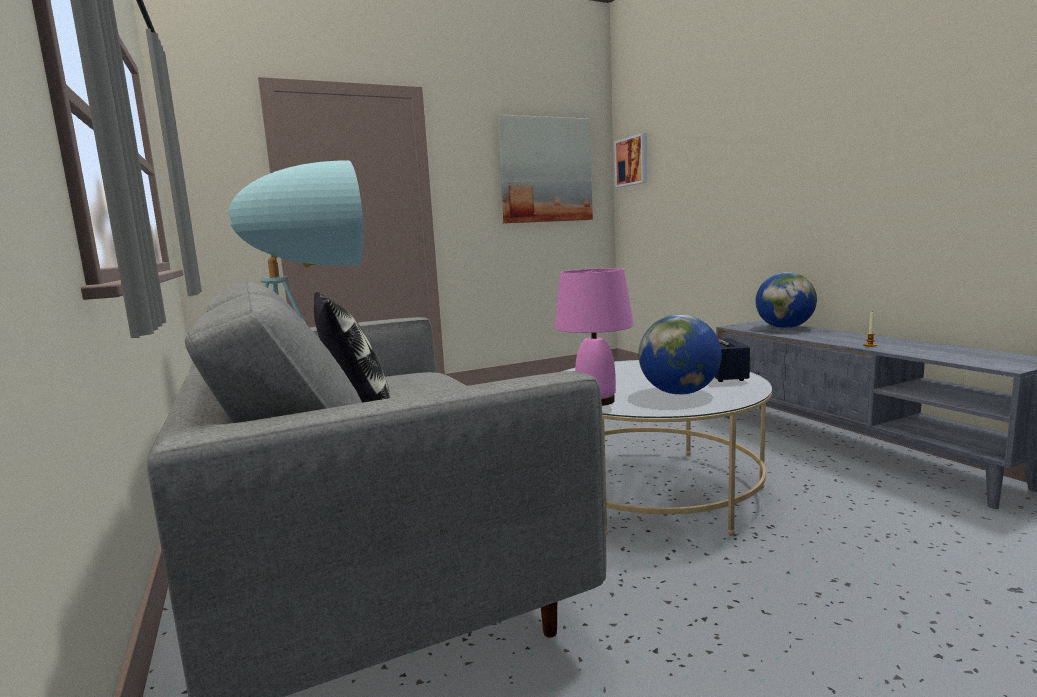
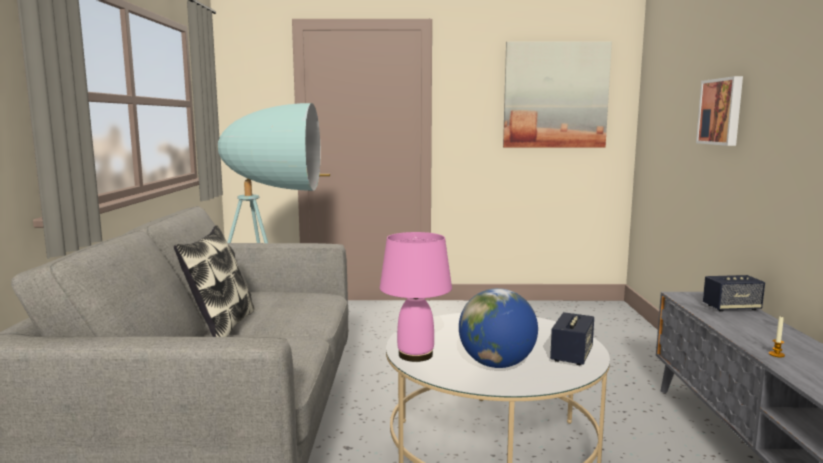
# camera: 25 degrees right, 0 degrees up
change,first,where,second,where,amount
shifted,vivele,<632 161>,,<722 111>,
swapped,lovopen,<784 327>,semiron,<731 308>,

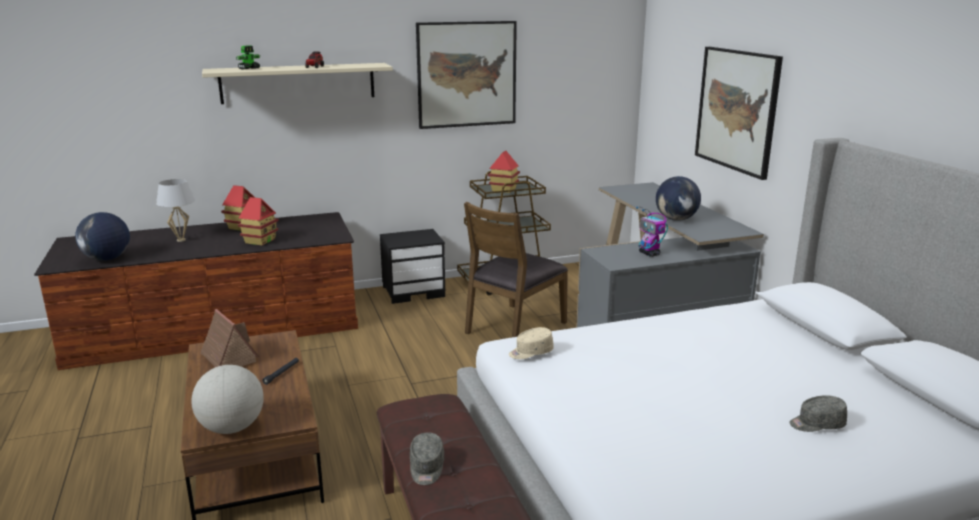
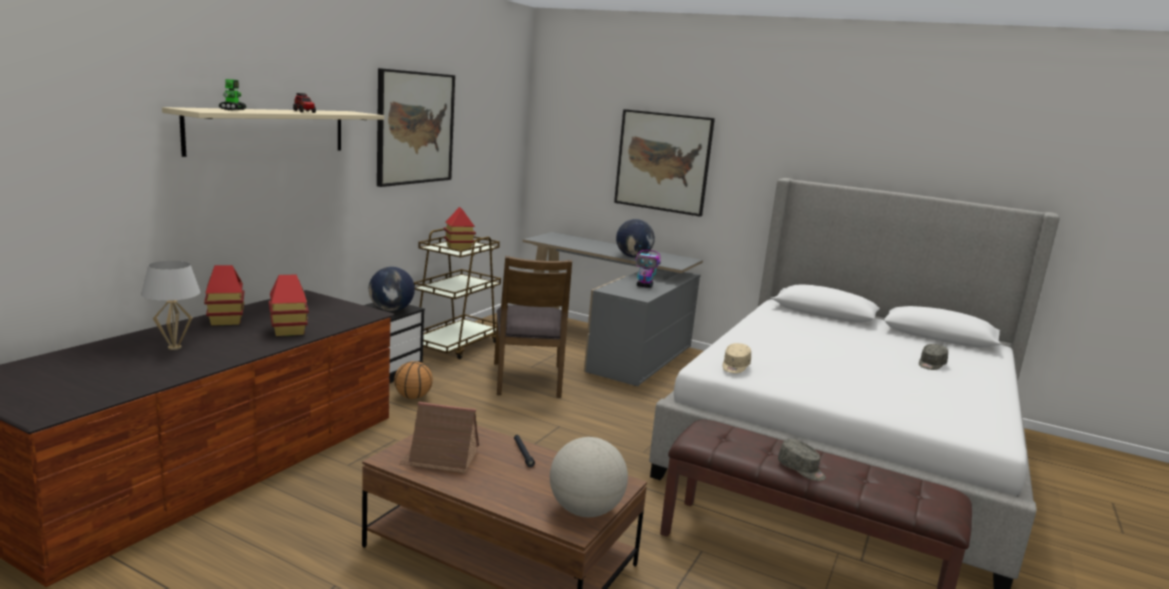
# camera: 45 degrees left, 5 degrees down
change,first,where,second,where,amount
shifted,lovopen,<107 259>,,<391 310>,
new,,,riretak,<412 397>,

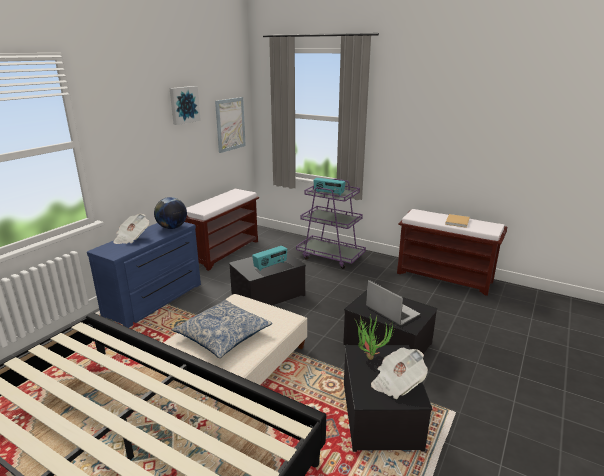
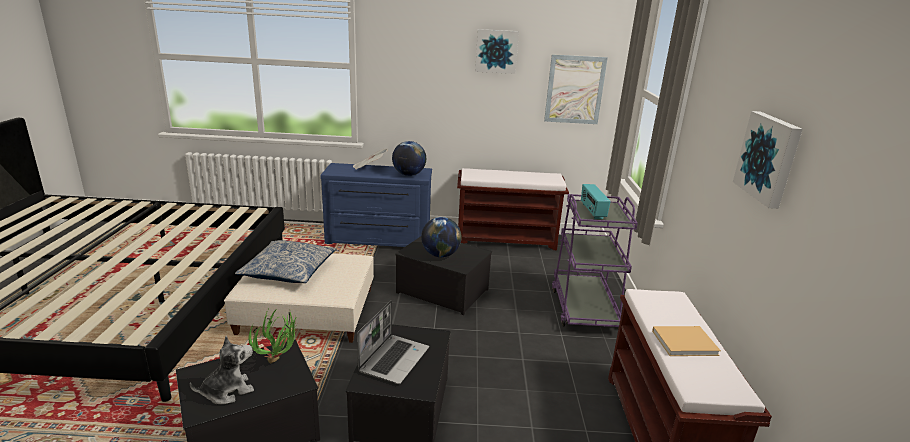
# camera: 60 degrees right, 0 degrees up
change,first,where,second,where,amount
swapped,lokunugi,<270 265>,lovopen,<440 255>,
swapped,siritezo,<397 383>,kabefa,<227 391>,
new,,,vivele,<769 158>,

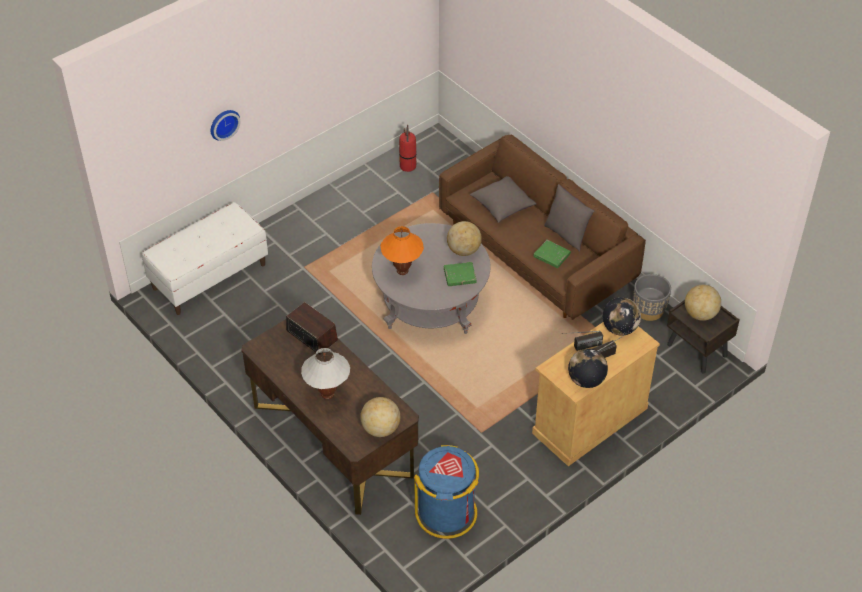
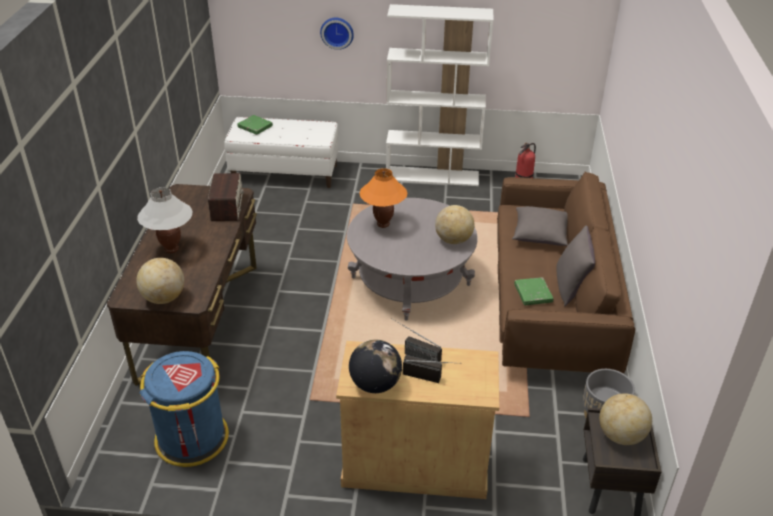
# camera: 45 degrees right, 10 degrees down
change,first,where,second,where,amount
shifted,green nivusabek,<459 276>,,<255 127>,
gone,lovopen,<620 329>,,,
new,,,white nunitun,<433 176>,

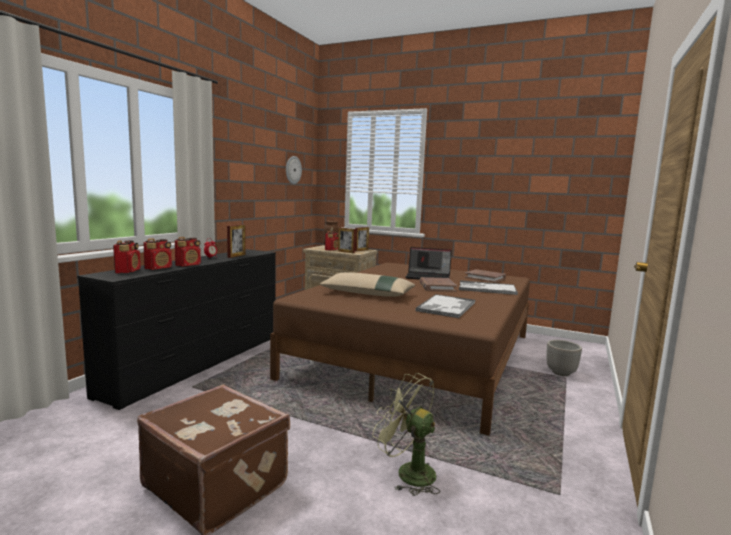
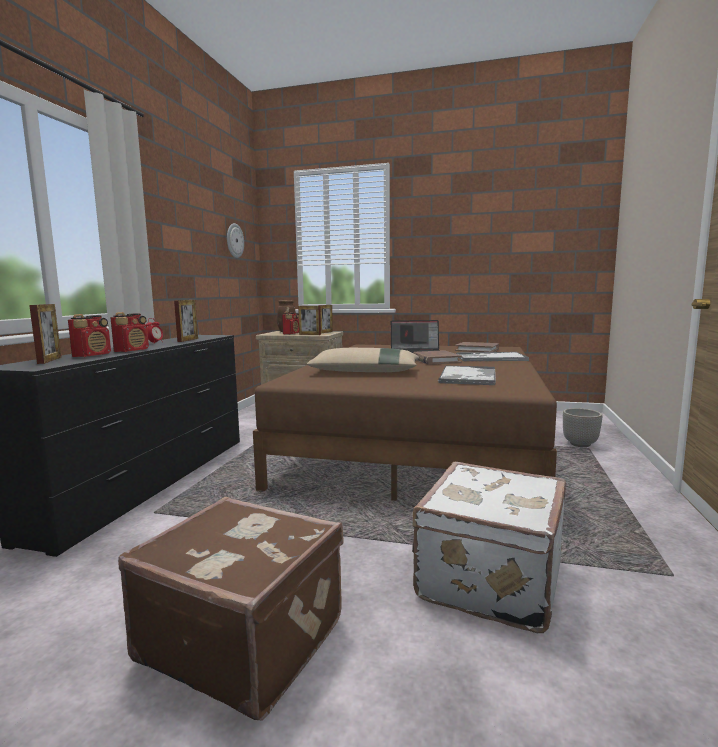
# camera: 10 degrees left, 0 degrees up
change,first,where,second,where,amount
swapped,lokunugi,<128 271>,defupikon,<49 360>,
swapped,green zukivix,<408 472>,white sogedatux,<487 578>,

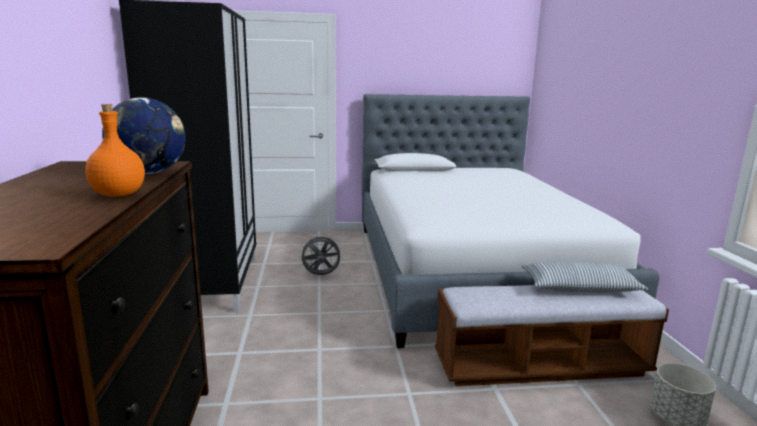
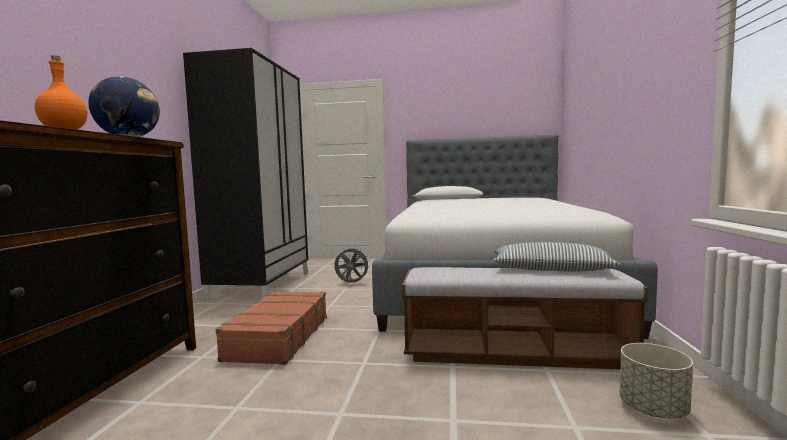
# camera: 15 degrees right, 10 degrees down
change,first,where,second,where,amount
new,,,brown sogedatux,<278 338>,

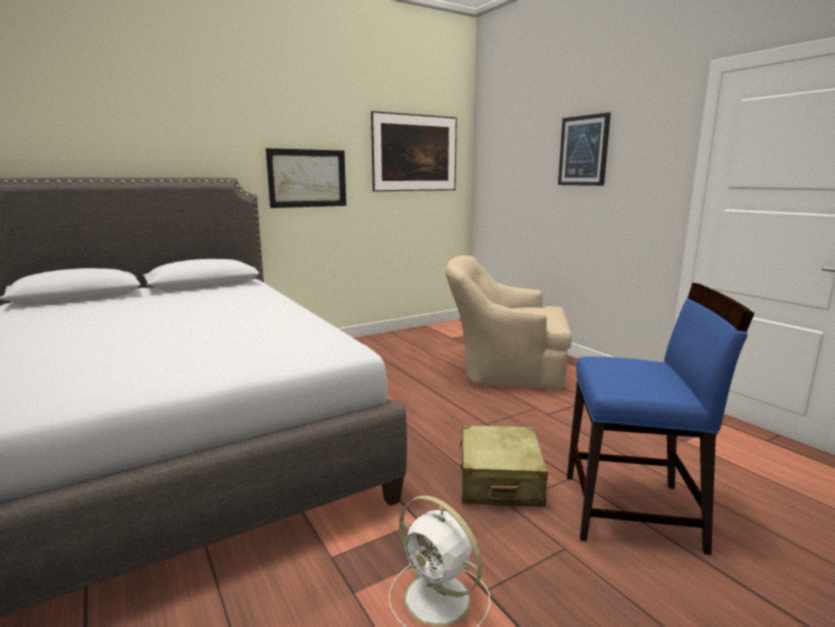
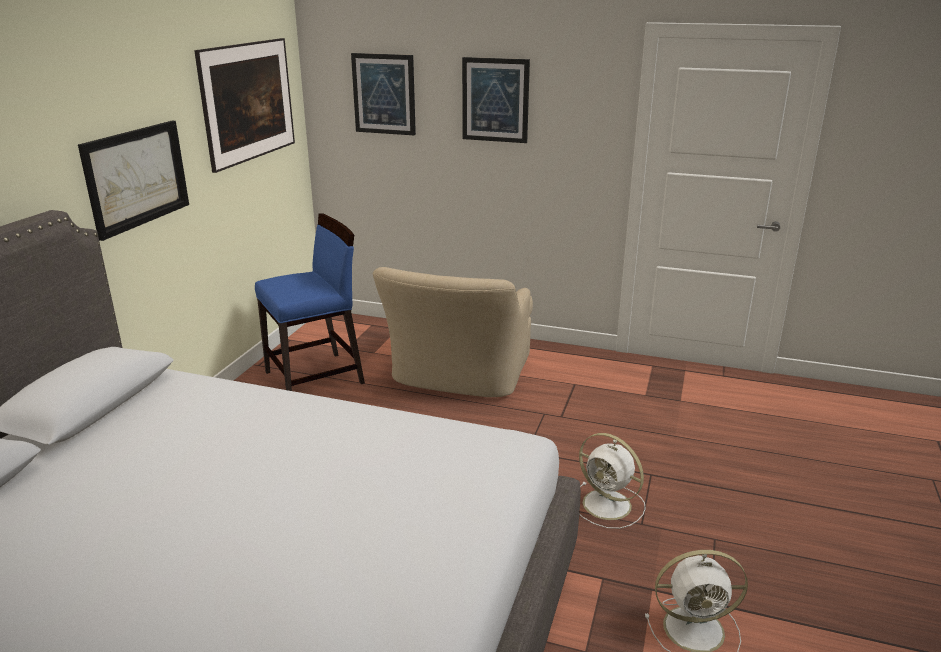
# camera: 40 degrees left, 10 degrees up
change,first,where,second,where,amount
rotated,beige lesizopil,<503 369>,,<459 376>,45 degrees counterclockwise
shifted,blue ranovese,<632 512>,,<316 377>,
swapped,beige sogedatux,<499 480>,white zukivix,<609 505>,
new,,,vivele,<384 94>,

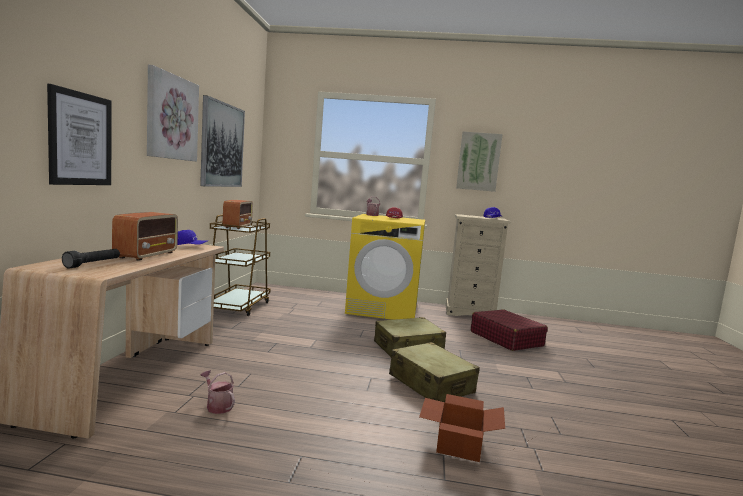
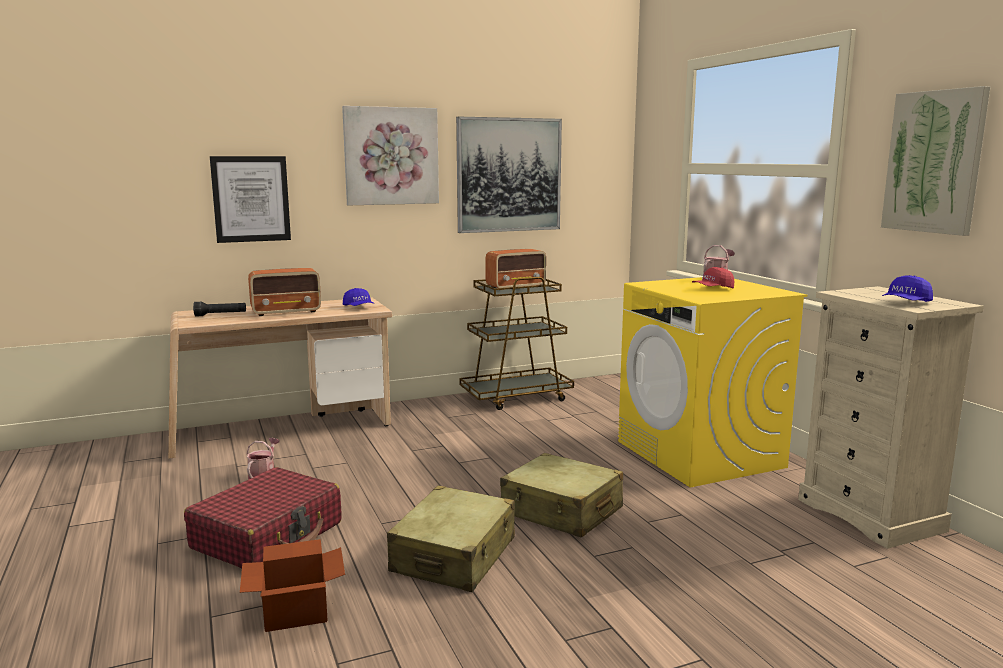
# camera: 60 degrees right, 5 degrees up
change,first,where,second,where,amount
shifted,red sogedatux,<506 339>,,<268 535>,

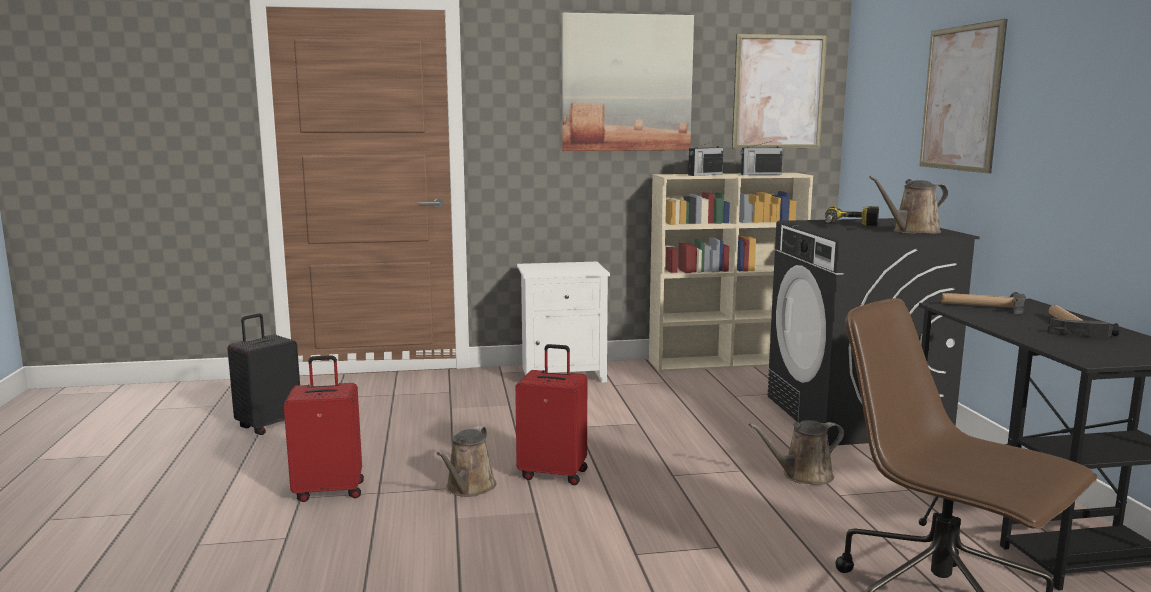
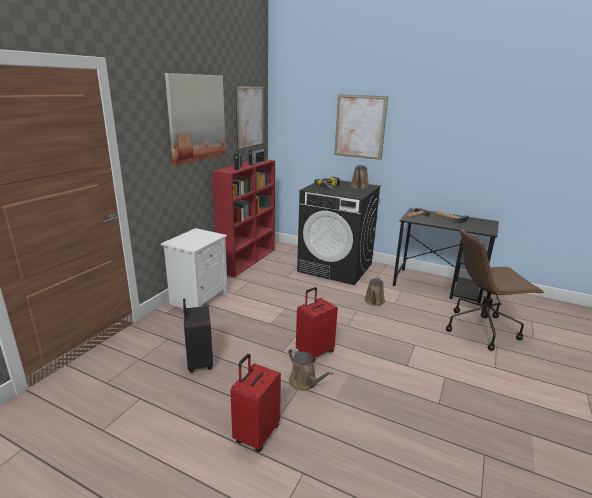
# camera: 55 degrees left, 10 degrees up
change,first,where,second,where,amount
repainted,beige nunitun,<726 362>,red nunitun,<248 260>,
shifted,black sogedatux,<269 425>,,<199 363>,

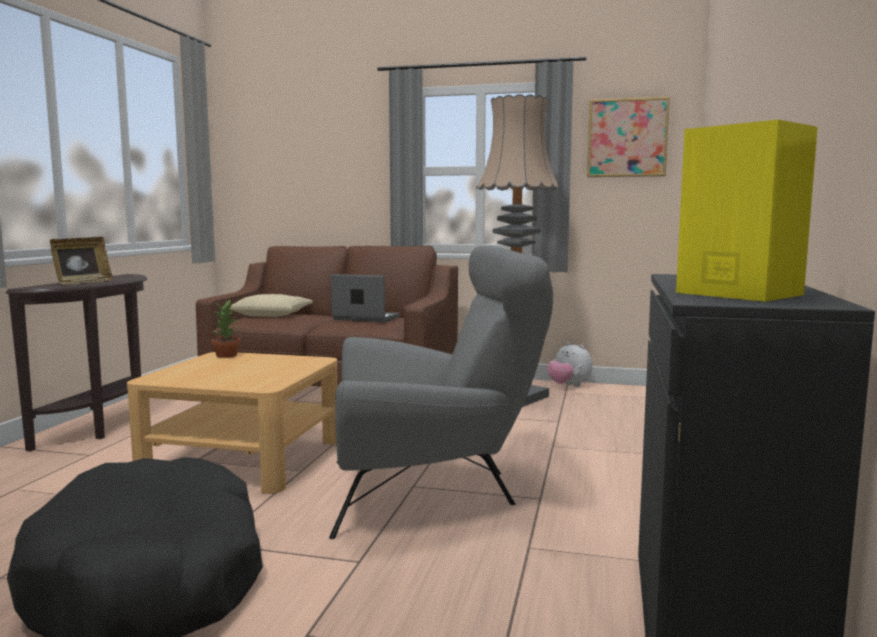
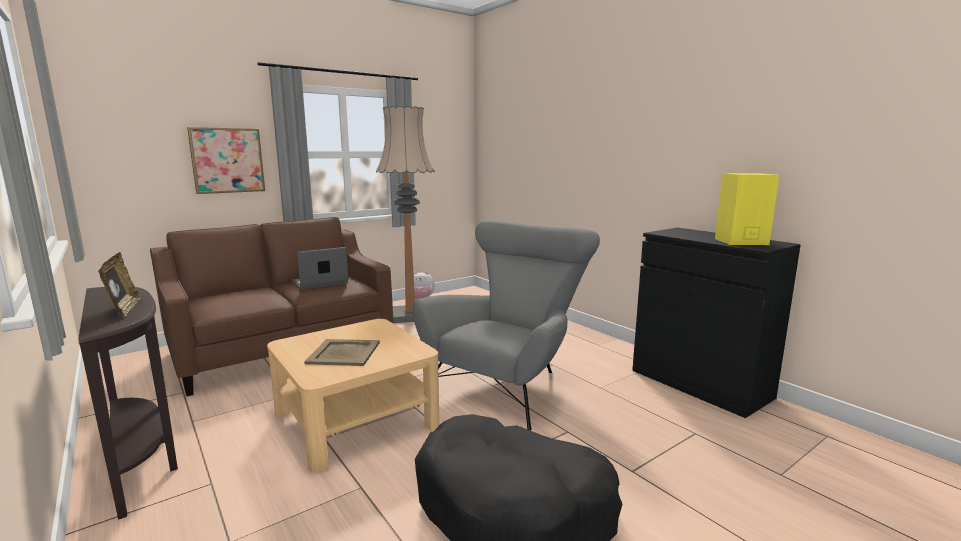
# camera: 50 degrees left, 5 degrees up
change,first,where,second,where,amount
shifted,vivele,<627 138>,,<227 160>,
gone,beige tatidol,<273 314>,,,
gone,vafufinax,<227 355>,,,
new,,,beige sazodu,<343 352>,

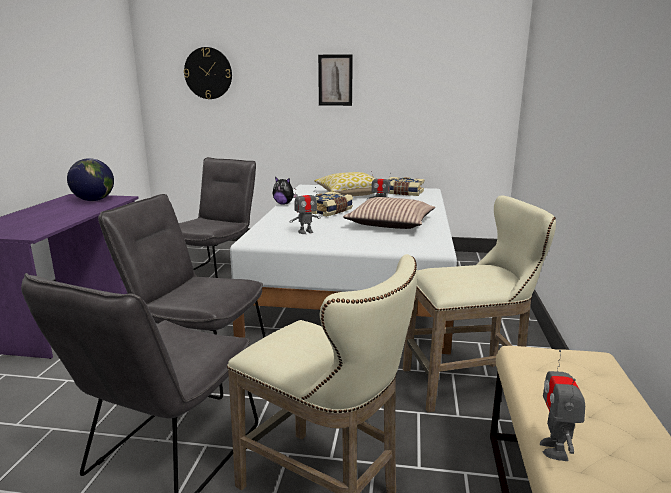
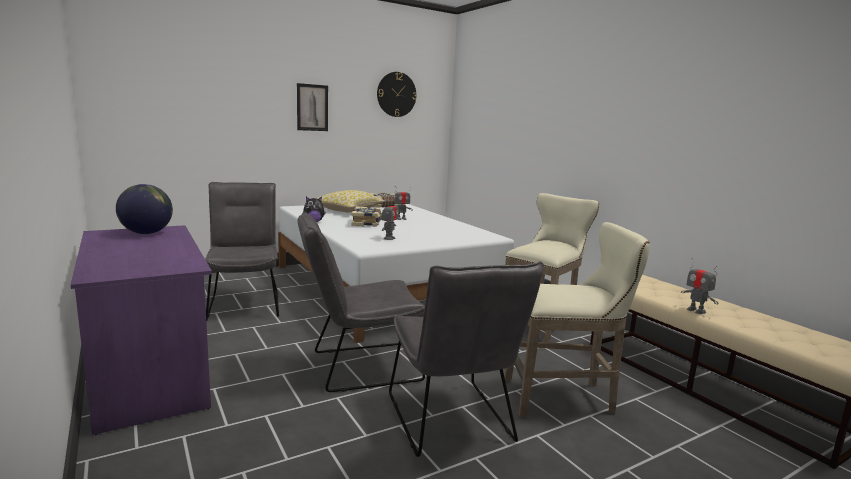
# camera: 40 degrees left, 5 degrees down
change,first,where,second,where,amount
shifted,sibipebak,<208 73>,,<396 94>,
gone,tatidol,<390 223>,,,

